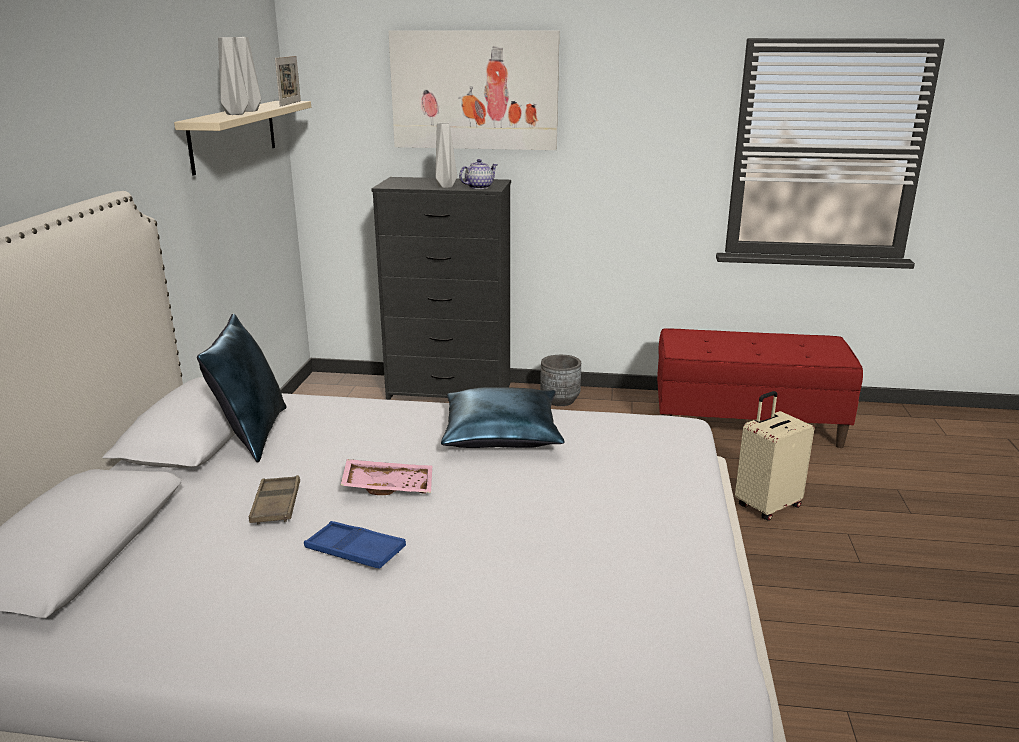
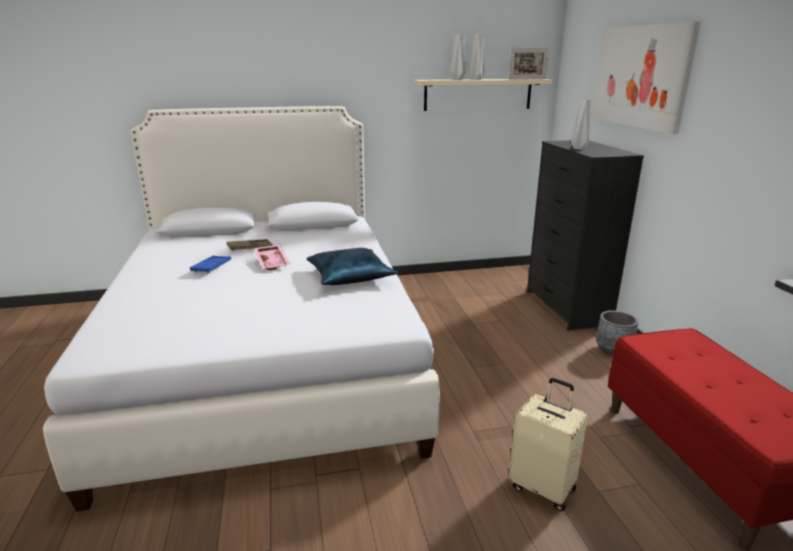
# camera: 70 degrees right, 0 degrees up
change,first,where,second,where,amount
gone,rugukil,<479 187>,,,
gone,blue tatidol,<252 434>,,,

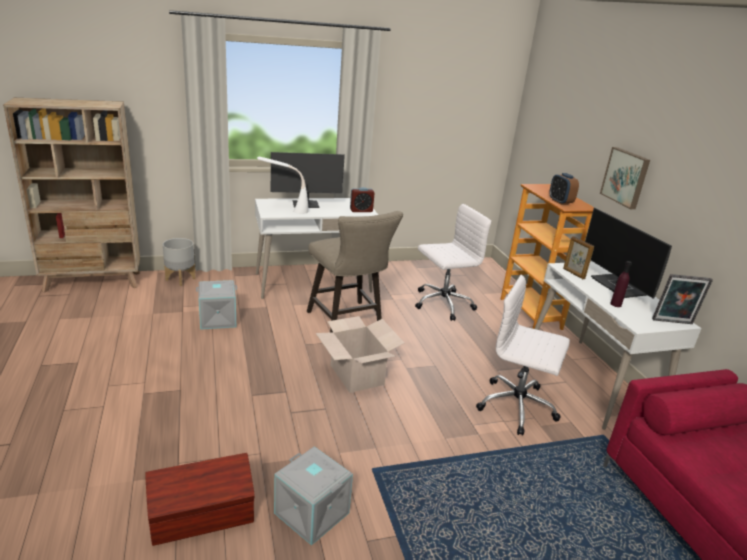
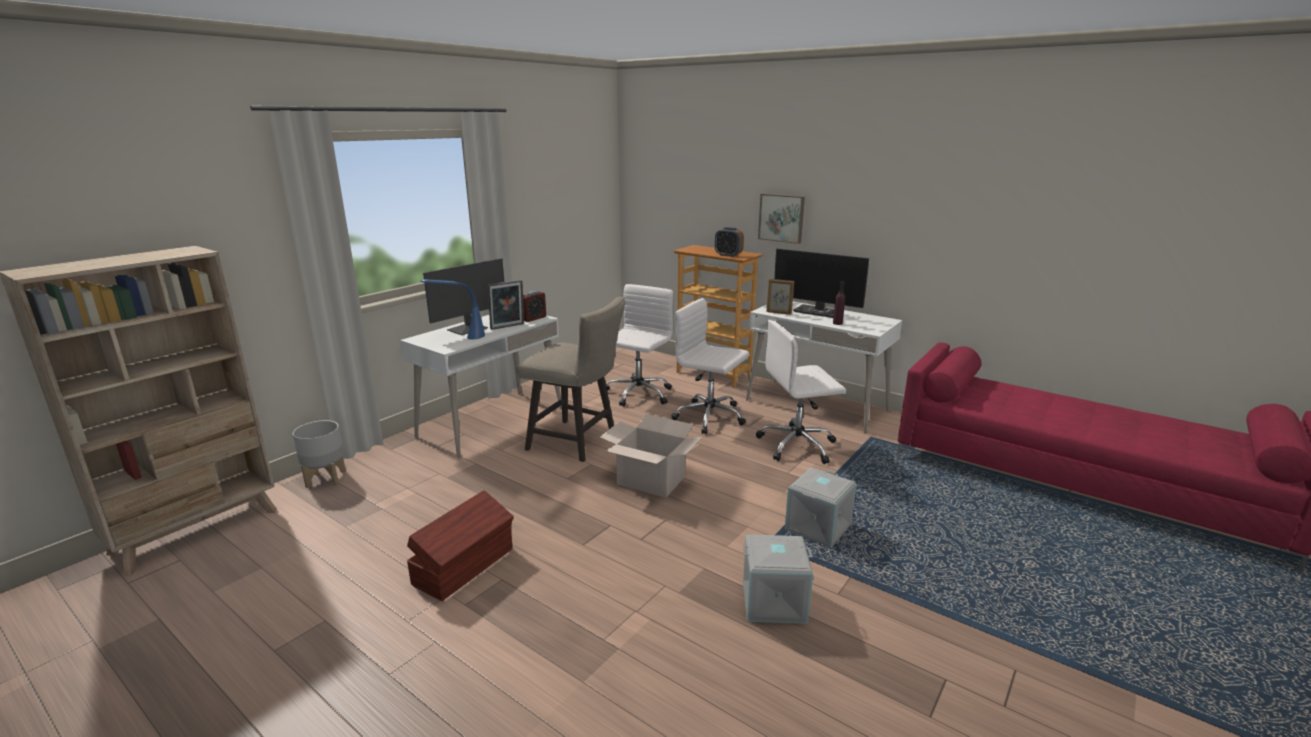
# camera: 35 degrees left, 5 degrees down
change,first,where,second,where,amount
repainted,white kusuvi,<283 212>,blue kusuvi,<458 342>,
shifted,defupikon,<673 322>,,<508 327>,
shifted,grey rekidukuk,<217 320>,,<819 528>,
shifted,brown rekidukuk,<203 517>,,<465 566>,
new,,,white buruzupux,<710 417>,

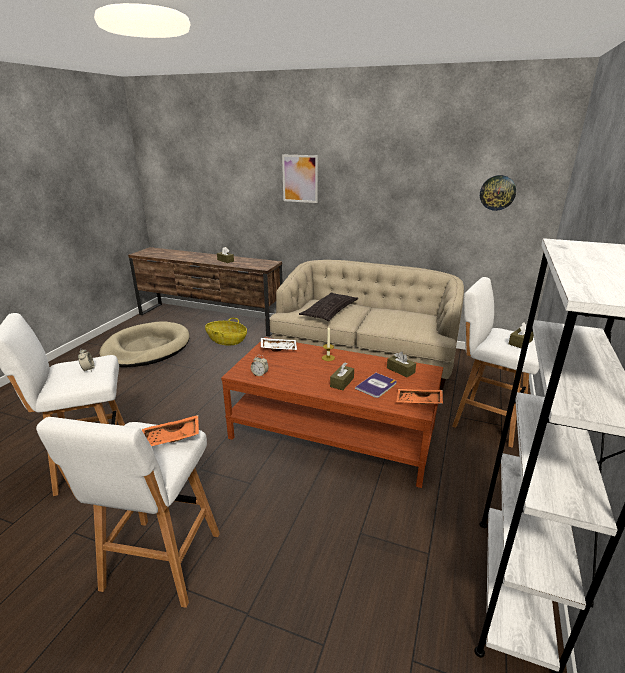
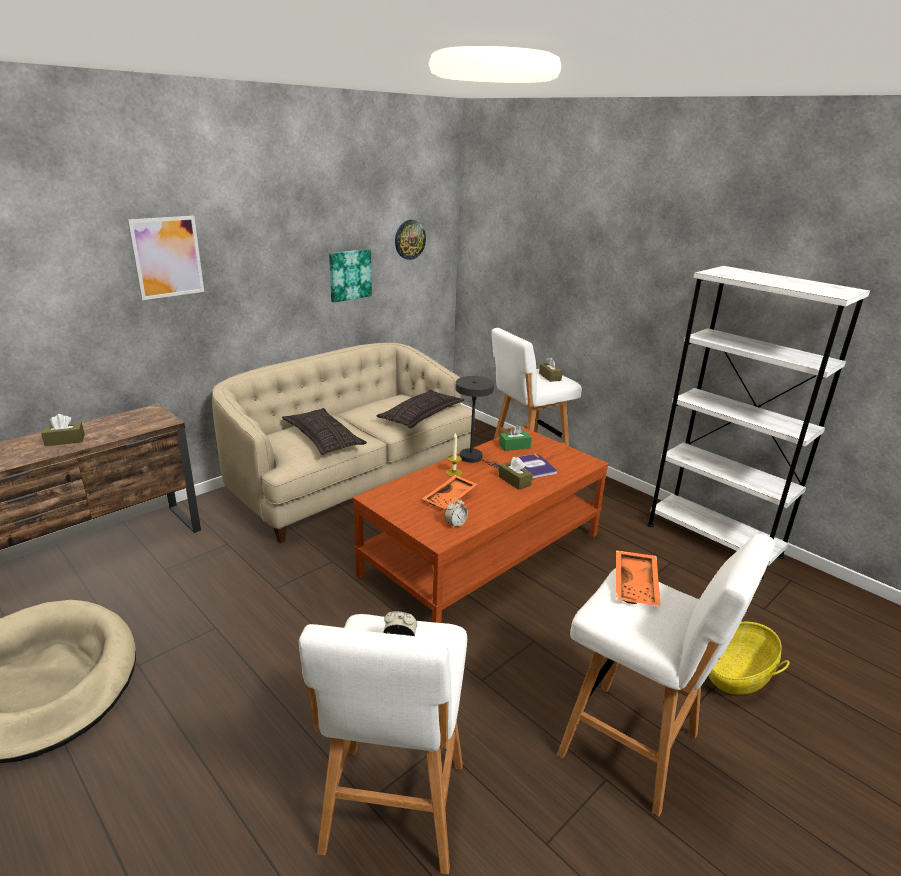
# camera: 65 degrees left, 0 degrees up
change,first,where,second,where,amount
shifted,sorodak,<227 340>,,<737 673>,
gone,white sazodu,<278 348>,,,
repainted,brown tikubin,<400 370>,green tikubin,<514 446>,
shifted,orange sazodu,<418 402>,,<450 498>,
new,,,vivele,<349 275>,
new,,,grey kusuvi,<474 458>,
new,,,tatidol,<421 415>,

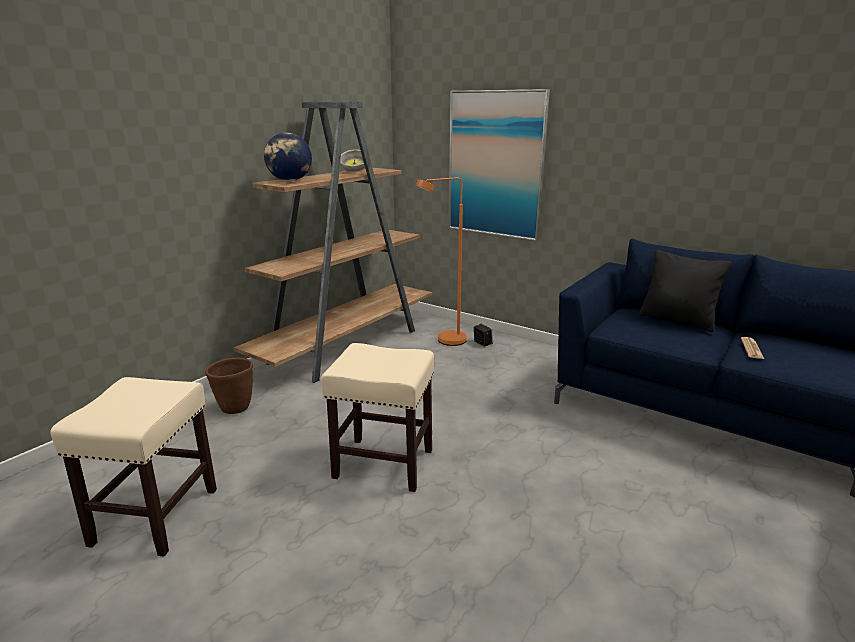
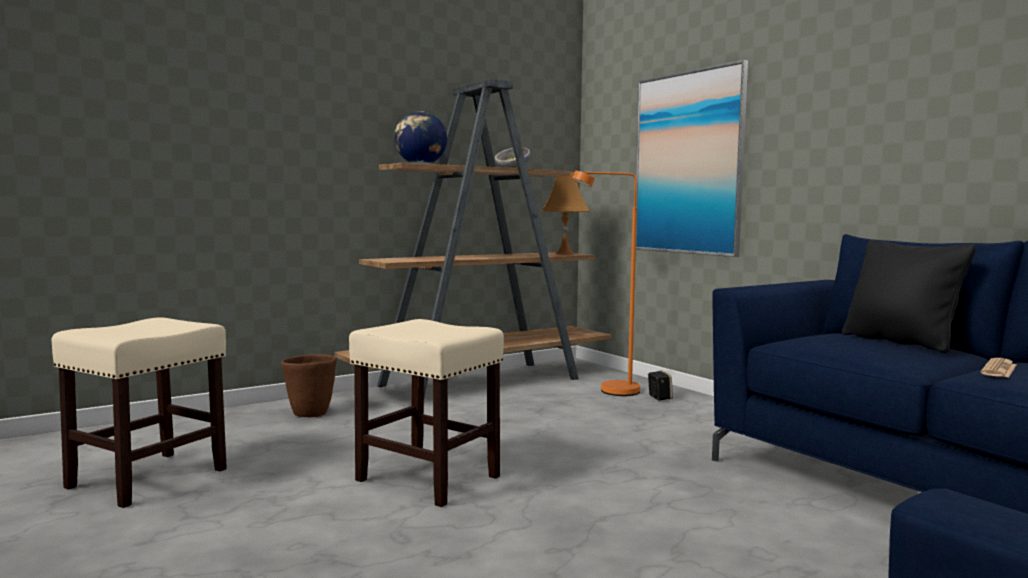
# camera: 20 degrees right, 15 degrees down
change,first,where,second,where,amount
new,,,orange kusuvi,<564 253>,

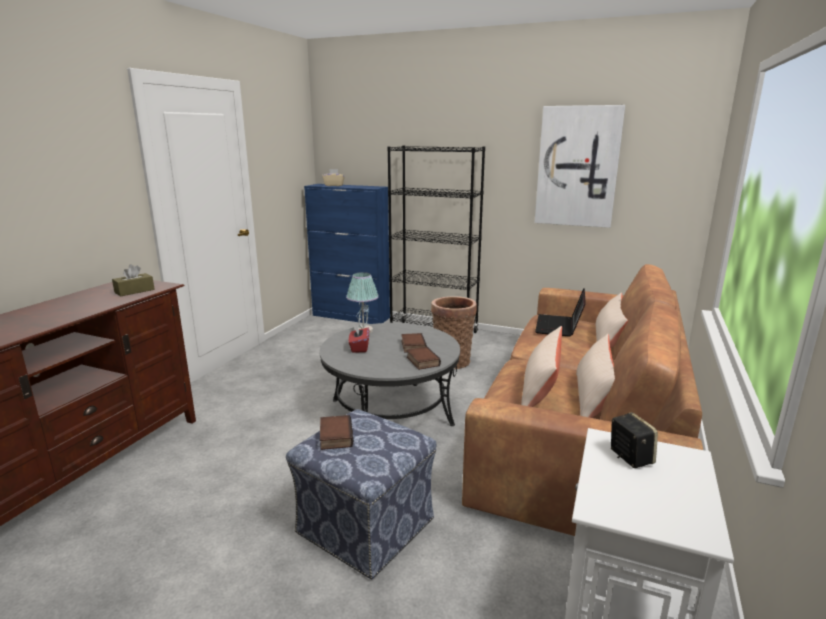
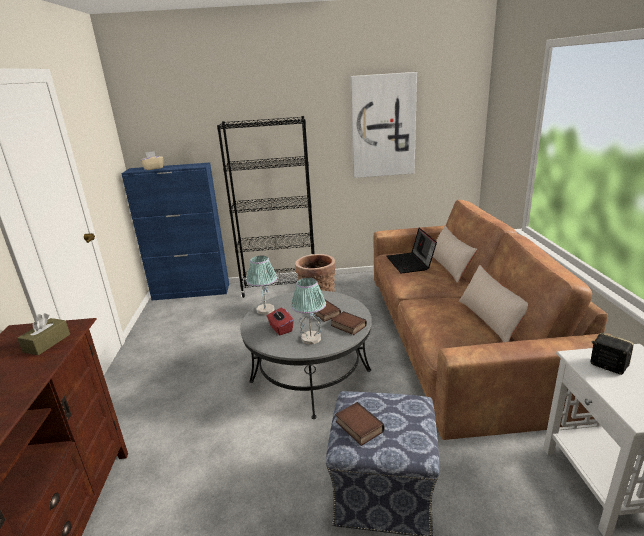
# camera: 25 degrees left, 5 degrees up
change,first,where,second,where,amount
gone,beige tatidol,<540 390>,,,
new,,,kusuvi,<310 339>,

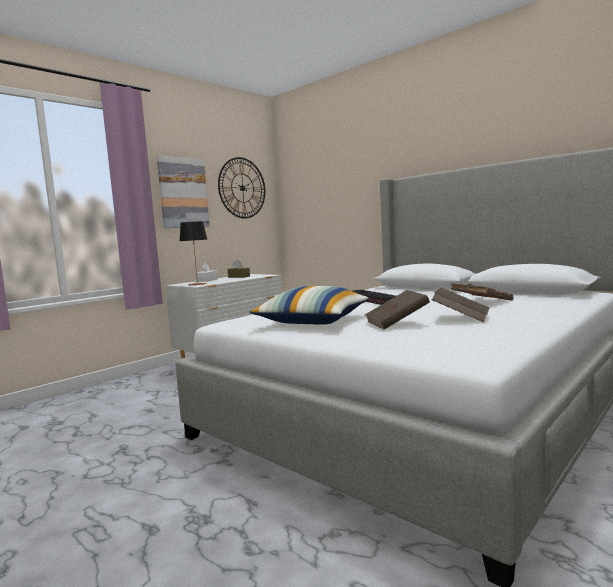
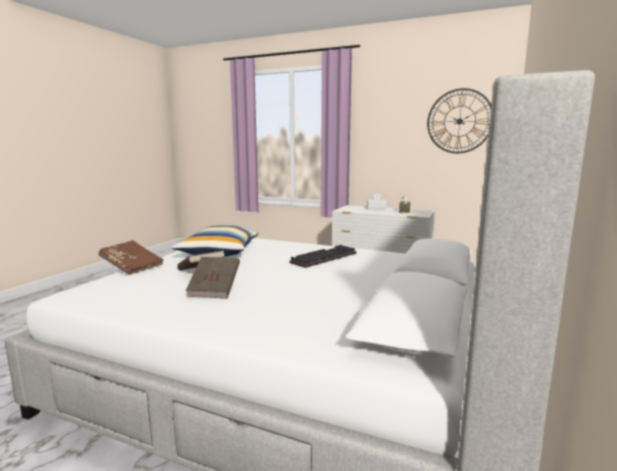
# camera: 70 degrees right, 5 degrees up
change,first,where,second,where,amount
gone,vivele,<183 193>,,,
gone,kusuvi,<197 284>,,,
shifted,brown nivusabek,<481 302>,,<132 266>,

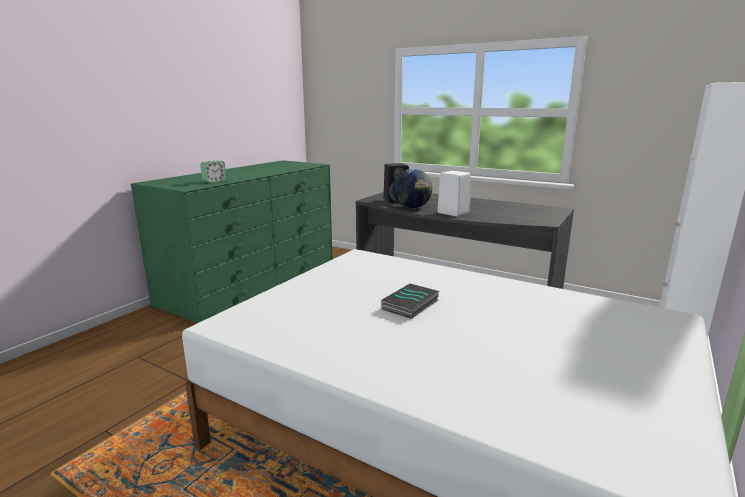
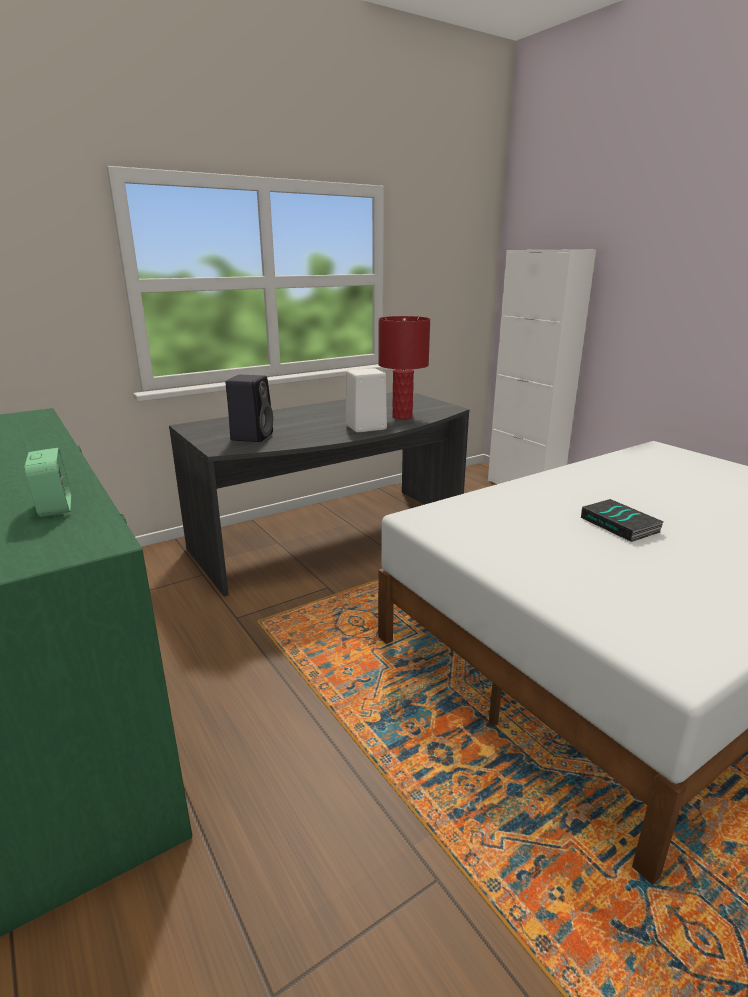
# camera: 65 degrees left, 5 degrees up
change,first,where,second,where,amount
gone,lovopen,<412 207>,,,
new,,,red kusuvi,<402 416>,

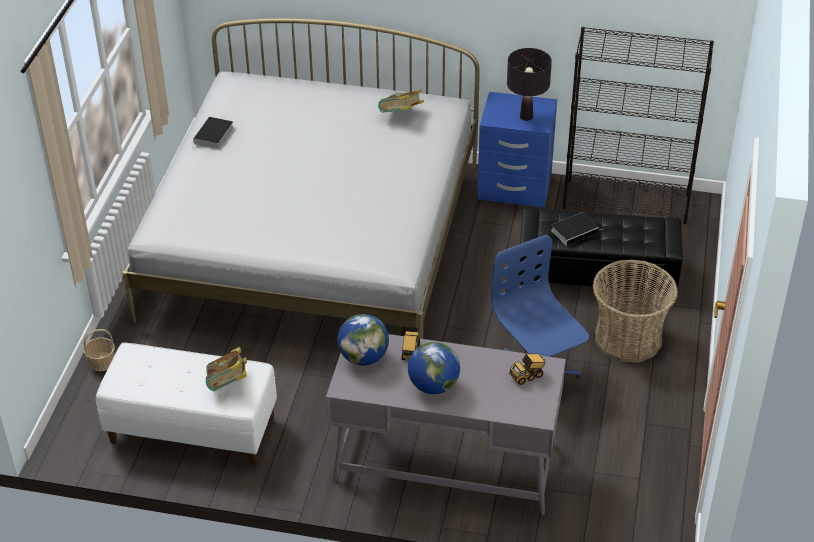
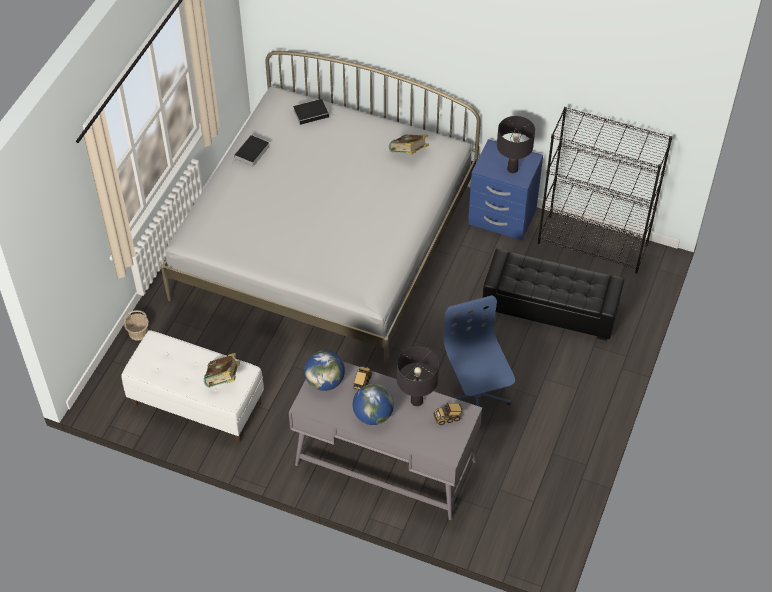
# camera: 10 degrees right, 10 degrees up
change,first,where,second,where,amount
shifted,nivusabek,<575 231>,,<312 113>,
gone,sorodak,<628 338>,,,
new,,,black kusuvi,<417 401>,

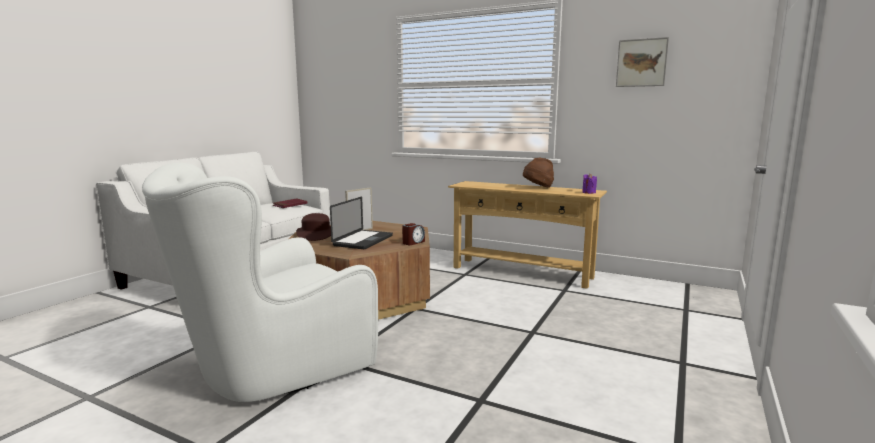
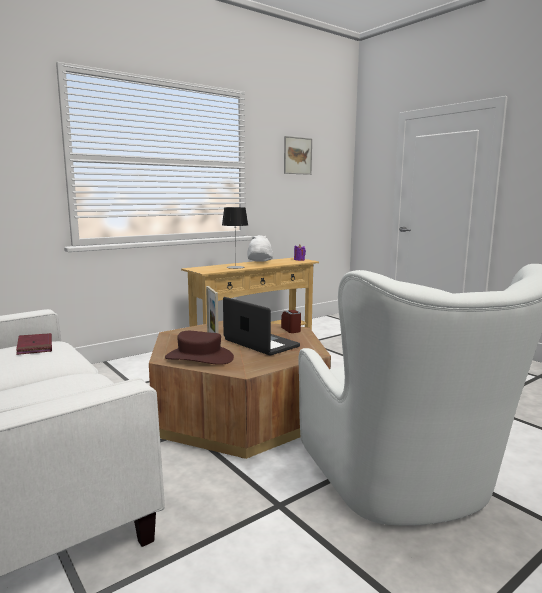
# camera: 65 degrees left, 0 degrees up
change,first,where,second,where,amount
repainted,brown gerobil,<538 188>,white gerobil,<260 263>,
new,,,kusuvi,<235 267>,

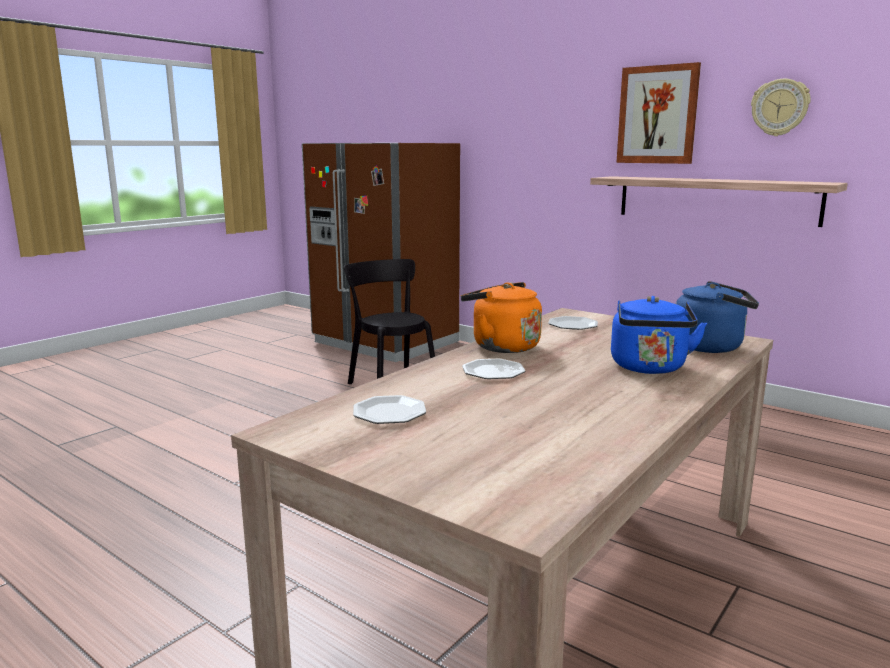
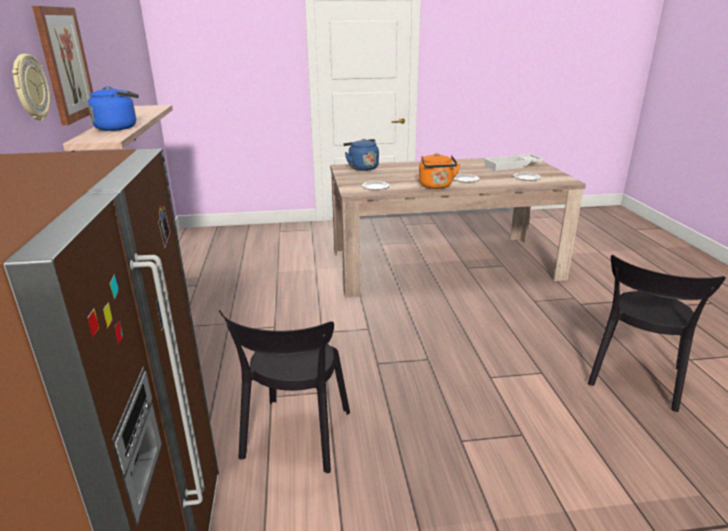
# camera: 135 degrees left, 10 degrees up
change,first,where,second,where,amount
shifted,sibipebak,<780 107>,,<30 88>,
shifted,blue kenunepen,<649 368>,,<119 128>,
new,,,white sazodu,<512 166>,
new,,,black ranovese,<635 380>,

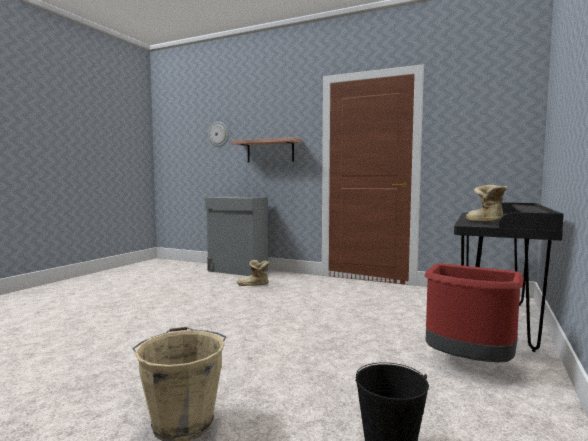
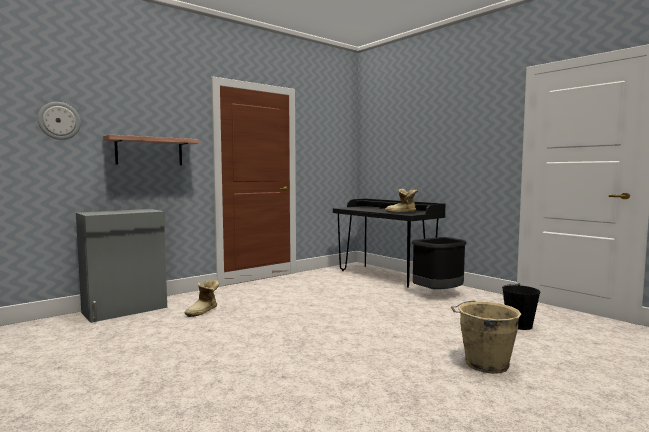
# camera: 65 degrees left, 0 degrees up
change,first,where,second,where,amount
repainted,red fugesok,<469 364>,black fugesok,<439 294>,

